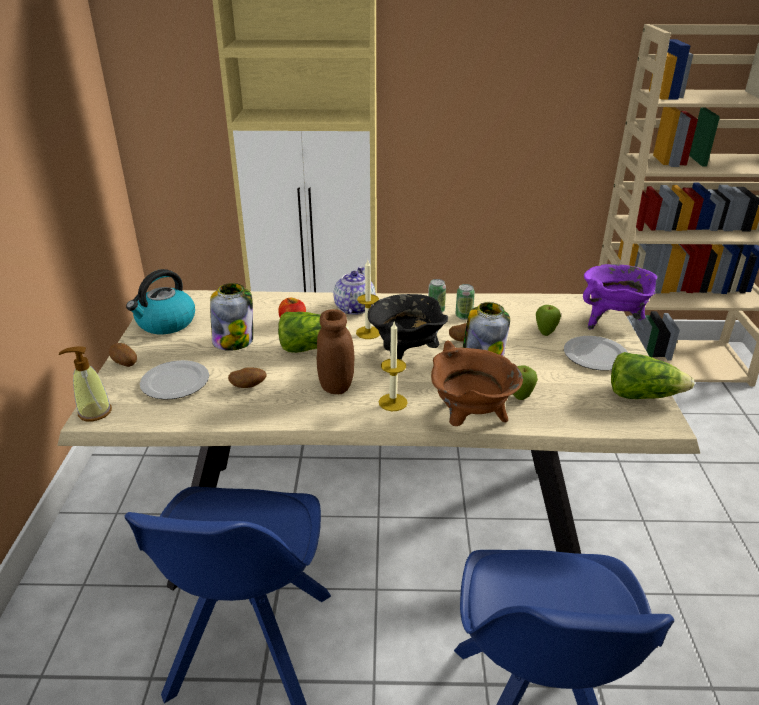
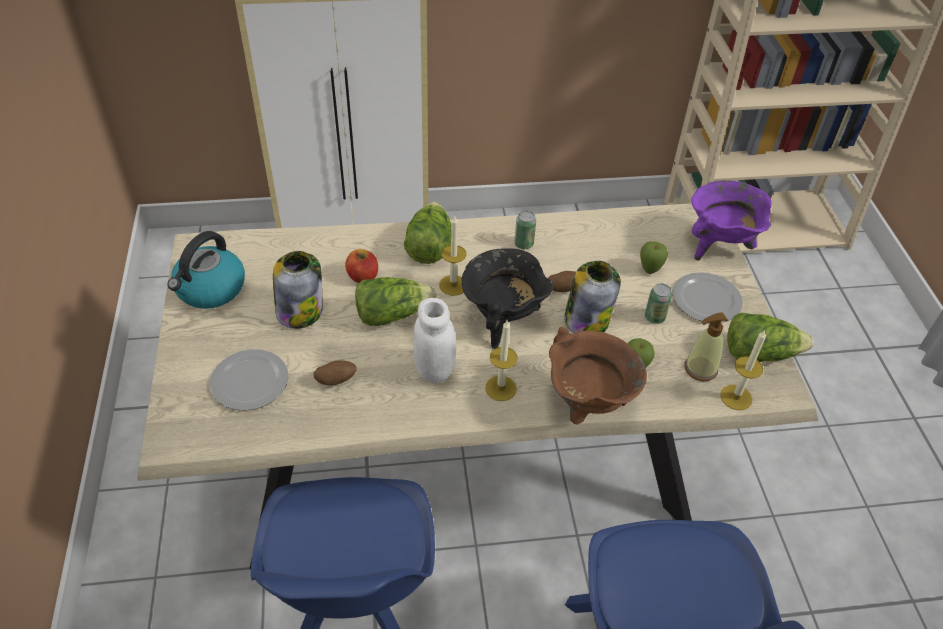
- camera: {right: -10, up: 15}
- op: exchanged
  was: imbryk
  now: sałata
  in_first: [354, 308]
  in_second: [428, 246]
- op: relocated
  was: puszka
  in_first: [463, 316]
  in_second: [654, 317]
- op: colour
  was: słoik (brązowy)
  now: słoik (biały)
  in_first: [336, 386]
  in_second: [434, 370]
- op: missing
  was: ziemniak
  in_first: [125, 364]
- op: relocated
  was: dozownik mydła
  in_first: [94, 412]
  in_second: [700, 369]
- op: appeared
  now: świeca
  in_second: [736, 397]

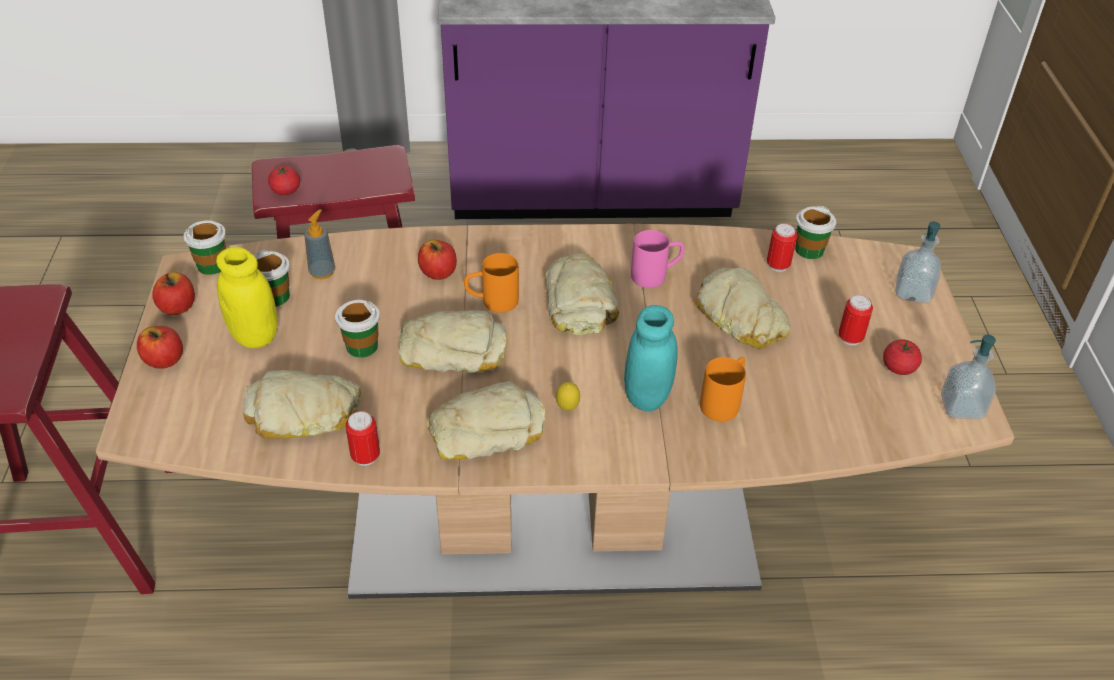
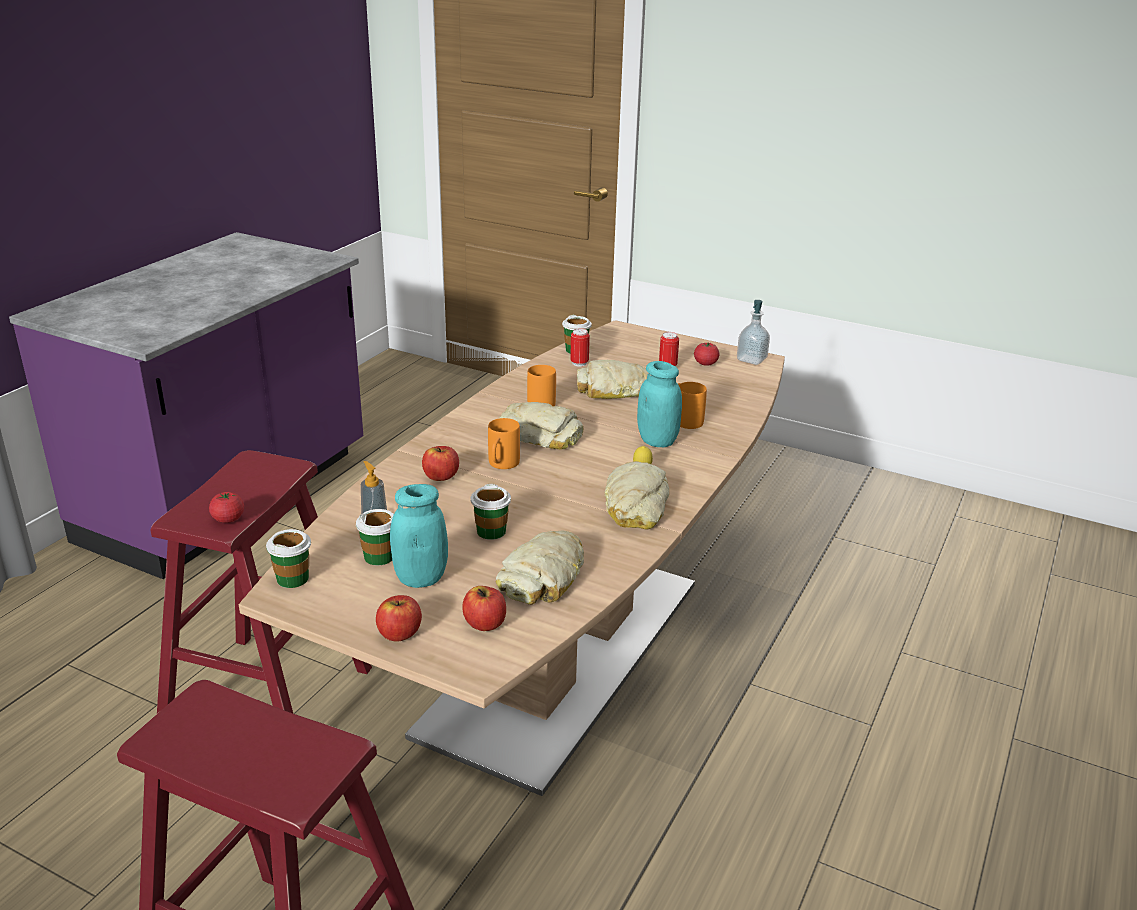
- camera: {right: -60, up: -15}
- op: missing
  was: dozownik mydła
  in_first: [912, 292]
- op: colour
  was: kubek (różowy)
  now: kubek (pomarańczowy)
  in_first: [656, 275]
  in_second: [543, 401]
- op: colour
  was: słoik (żółty)
  now: słoik (turkusowy)
  in_first: [255, 336]
  in_second: [421, 578]
- op: relocated
  was: jabłko
  in_first: [178, 307]
  in_second: [485, 624]
- op: missing
  was: chleb
  in_first: [453, 350]
- op: missing
  was: puszka
  in_first: [365, 457]

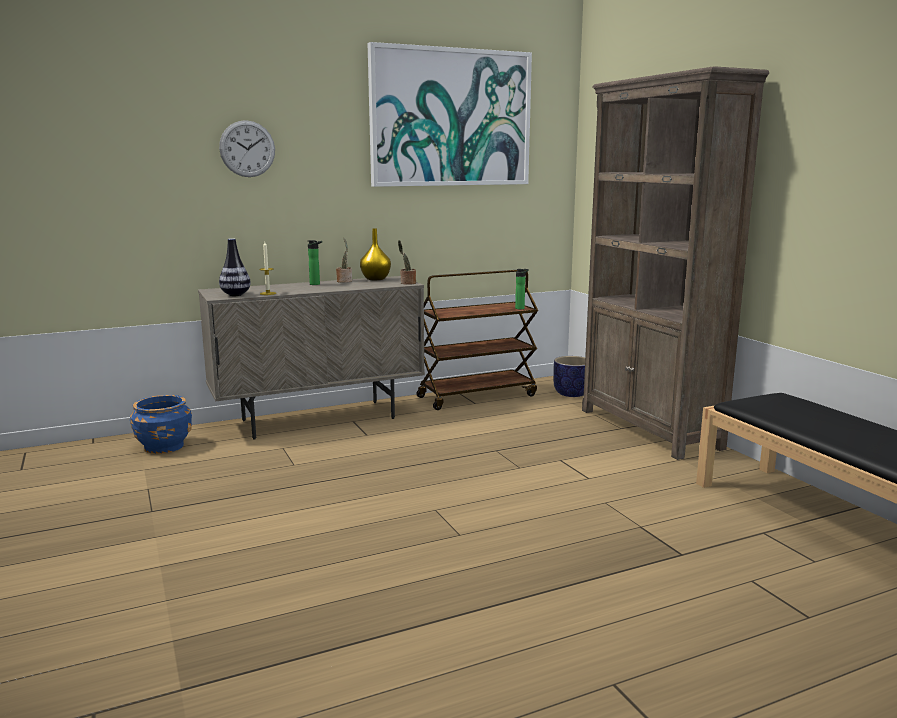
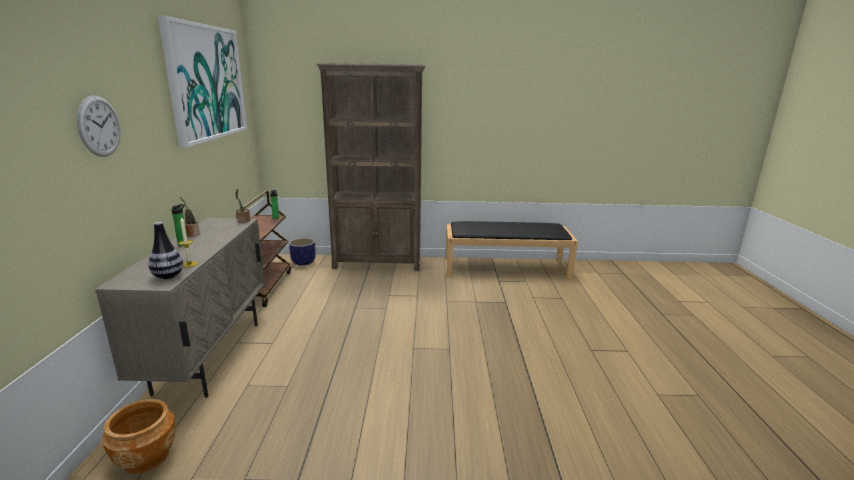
- camera: {right: -65, up: 5}
- op: missing
  was: wazon (żółty)
  in_first: [375, 279]
- op: colour
  was: donica (niebieski)
  now: donica (brązowy)
  in_first: [164, 446]
  in_second: [146, 457]

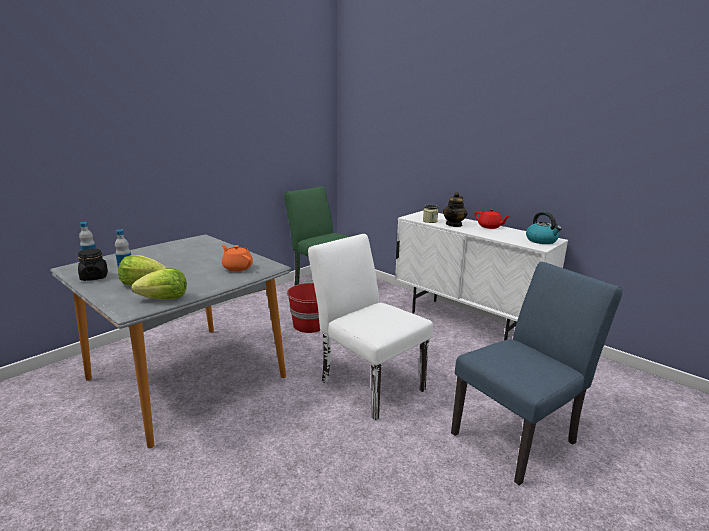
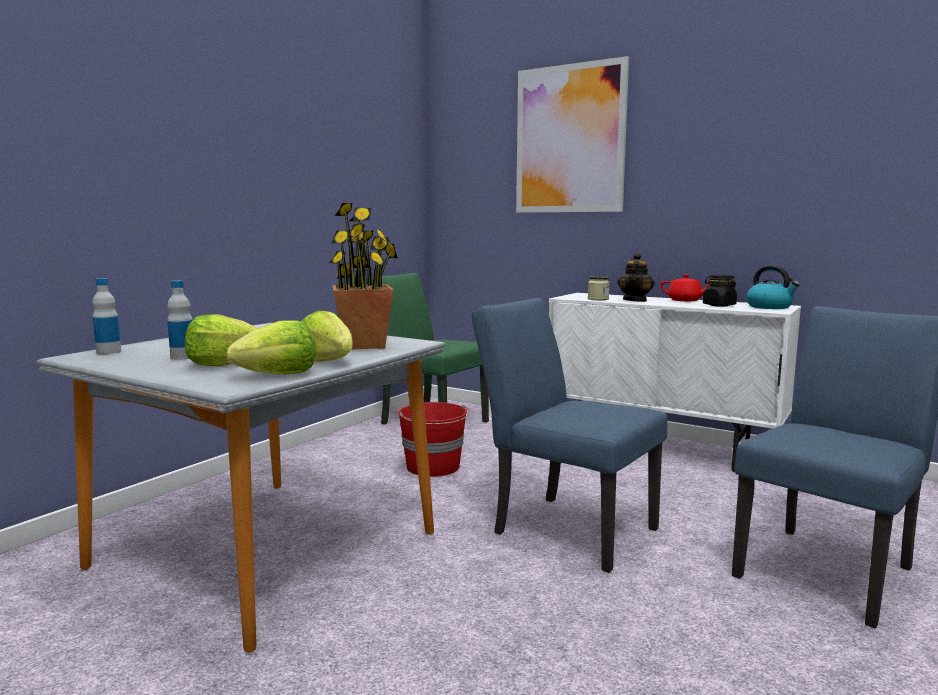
- camera: {right: -10, up: -10}
- op: colour
  was: krzesło (biały)
  now: krzesło (niebieski)
  in_first: [366, 382]
  in_second: [564, 527]
- op: exchanged
  was: imbryk (pomarańczowy)
  now: roślina doniczkowa
  in_first: [237, 267]
  in_second: [363, 345]
- op: relocated
  was: słoik (czarny)
  in_first: [94, 277]
  in_second: [718, 305]
- op: appeared
  now: obraz
  in_second: [570, 139]
- op: appeared
  now: sałata
  in_second: [328, 361]

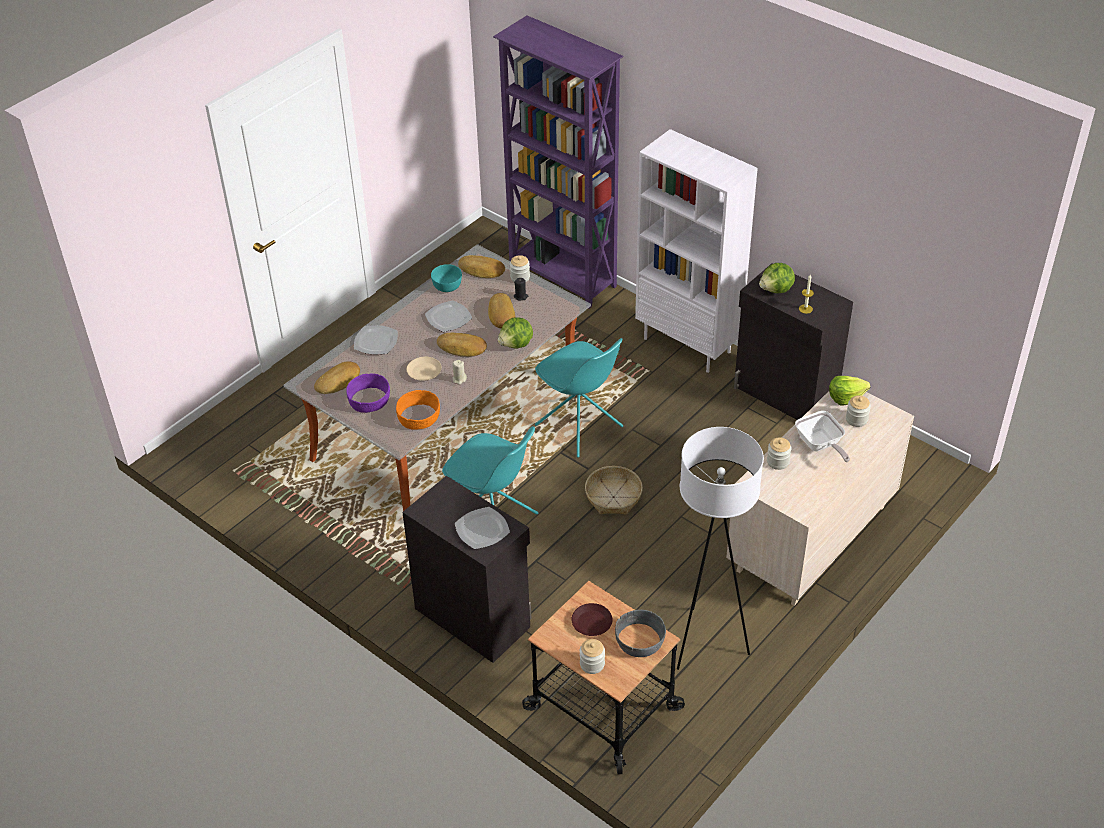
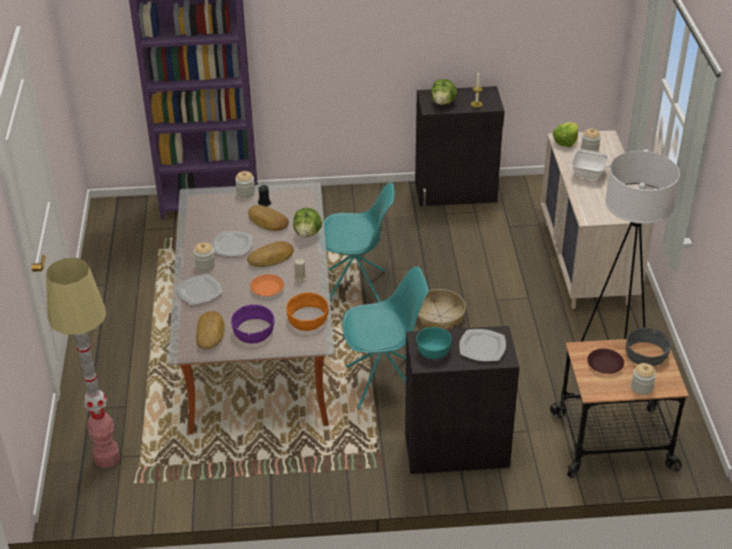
- camera: {right: -45, up: -5}
- op: missing
  was: regał (biały)
  in_first: [688, 345]
- op: missing
  was: chleb
  in_first: [481, 270]
- op: relocated
  was: miska (turkusowy)
  in_first: [446, 285]
  in_second: [433, 351]
- op: colour
  was: talerz (beżowy)
  now: talerz (pomarańczowy)
  in_first: [424, 372]
  in_second: [267, 288]
- op: relocated
  was: słoik
  in_first: [778, 462]
  in_second: [205, 264]
- op: appeared
  now: lampa stojąca
  in_second: [107, 458]

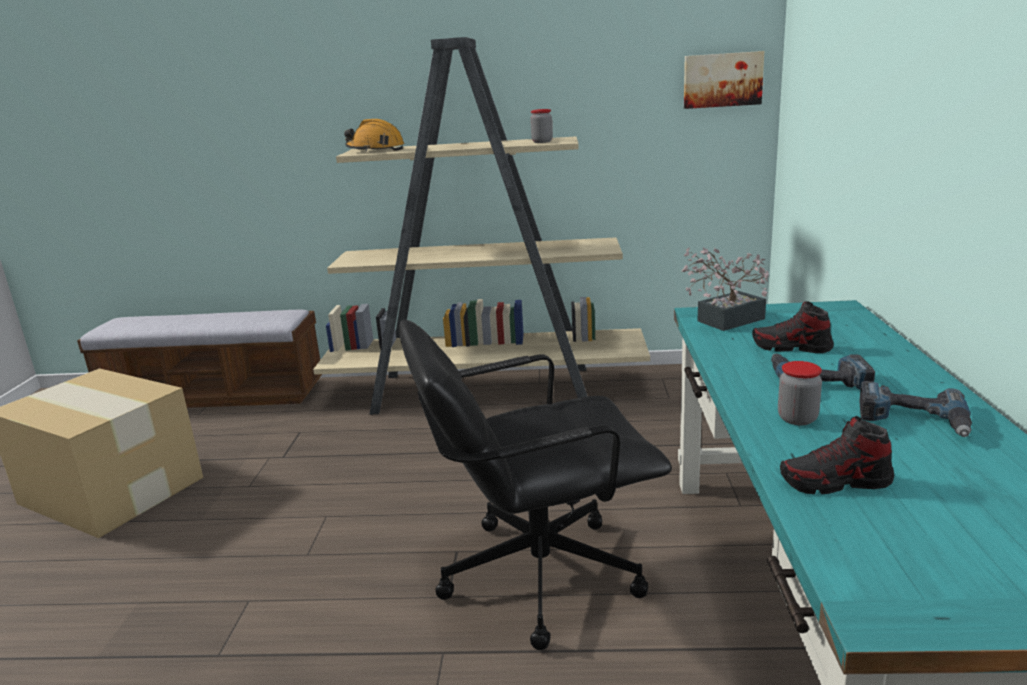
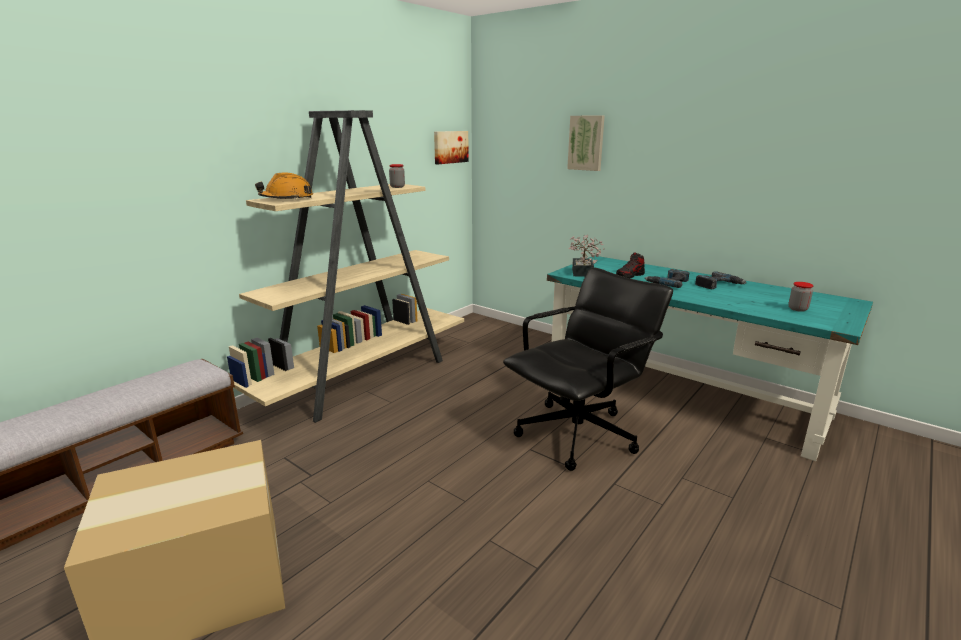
- camera: {right: -55, up: 0}
- op: spun
  was: krzesło biurowe (czarny)
  in_first: [537, 574]
  in_second: [578, 435]
  clockwise: -150
- op: relocated
  was: słoik
  in_first: [797, 419]
  in_second: [797, 309]
- op: missing
  was: but
  in_first: [835, 482]
- op: appeared
  now: obraz
  in_second: [586, 143]

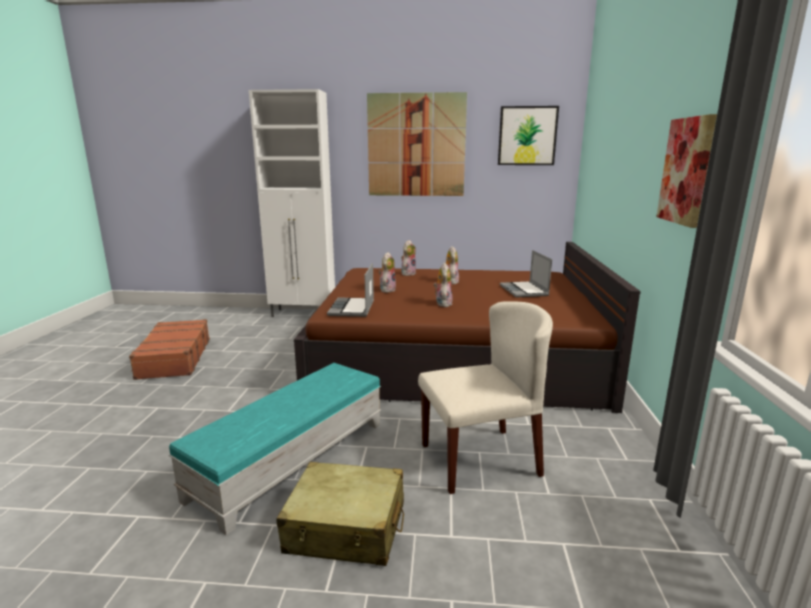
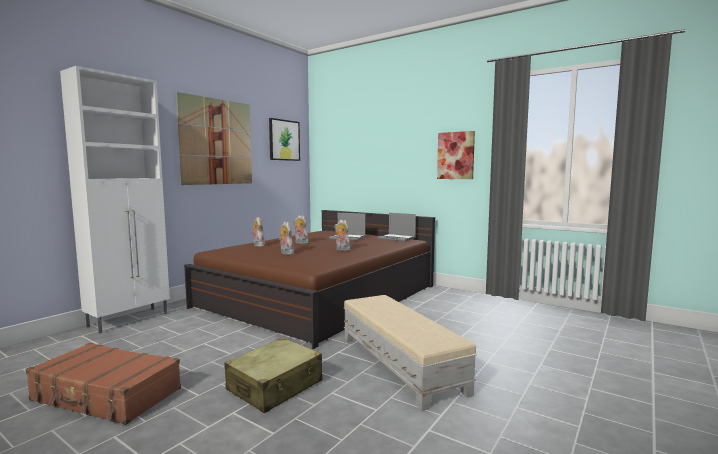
- camera: {right: -60, up: -10}
- op: relocated
  was: laptop
  in_first: [352, 309]
  in_second: [397, 238]
- op: missing
  was: krzesło (beżowy)
  in_first: [480, 459]
- op: colour
  was: pufa (turkusowy)
  now: pufa (beżowy)
  in_first: [290, 459]
  in_second: [399, 364]
- op: relocated
  was: walizka (beżowy)
  in_first: [346, 528]
  in_second: [275, 386]

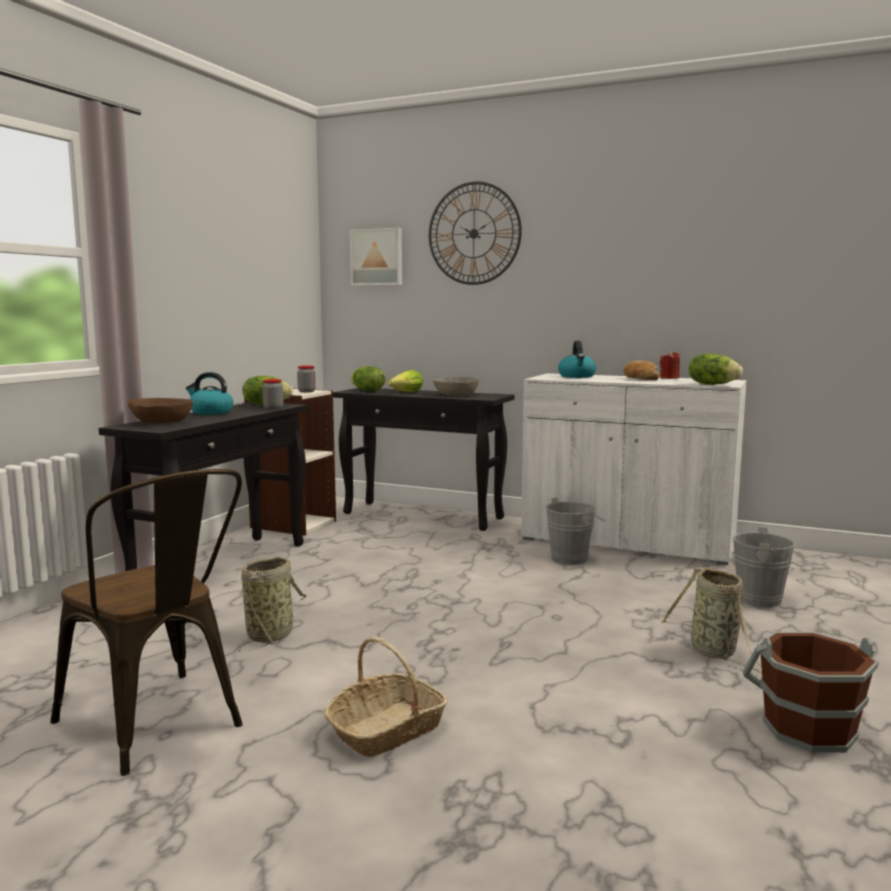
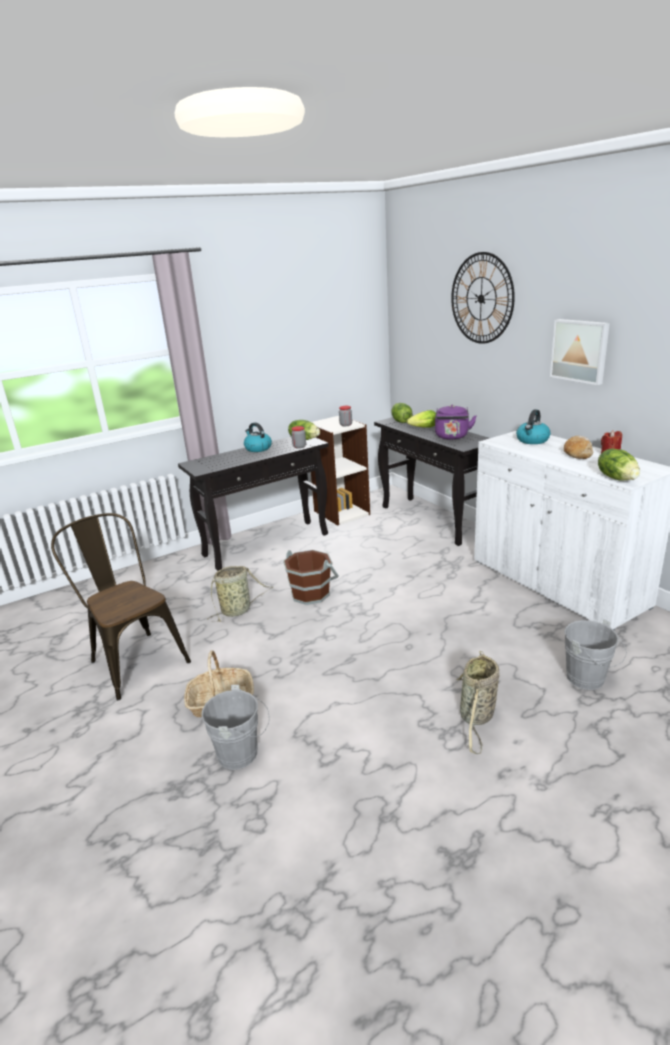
- camera: {right: 35, up: 15}
- op: relocated
  was: obraz
  in_first: [377, 257]
  in_second: [580, 350]
- op: exchanged
  was: miska (szary)
  now: czajnik (fioletowy)
  in_first: [456, 395]
  in_second: [452, 437]
- op: missing
  was: miska (brązowy)
  in_first: [162, 421]
- op: spun
  was: krzesło (brązowy)
  in_first: [158, 727]
  in_second: [134, 659]
  clockwise: 150
- op: relocated
  was: wiadro (szary)
  in_first: [572, 558]
  in_second: [242, 754]
- op: relocated
  was: wiadro (brązowy)
  in_first: [808, 728]
  in_second: [310, 593]

